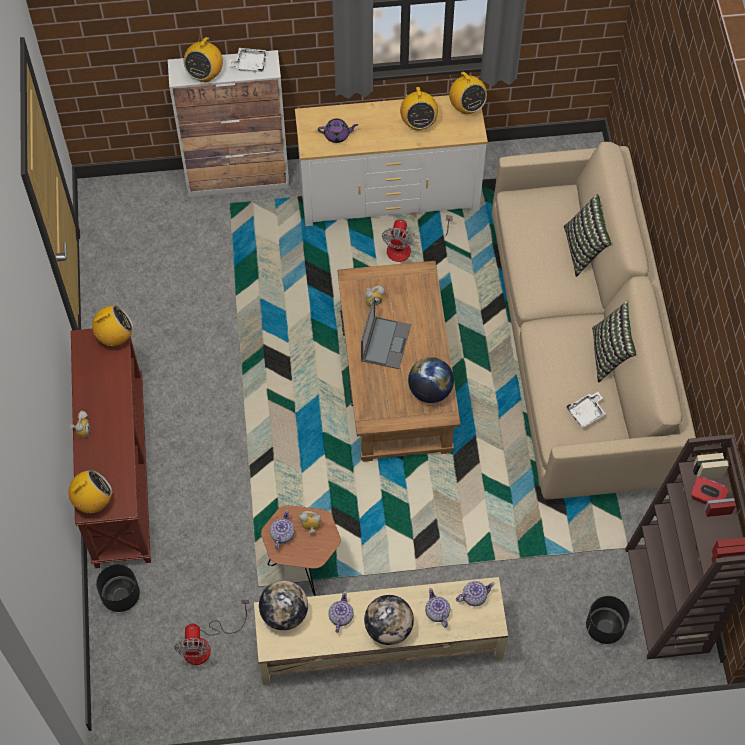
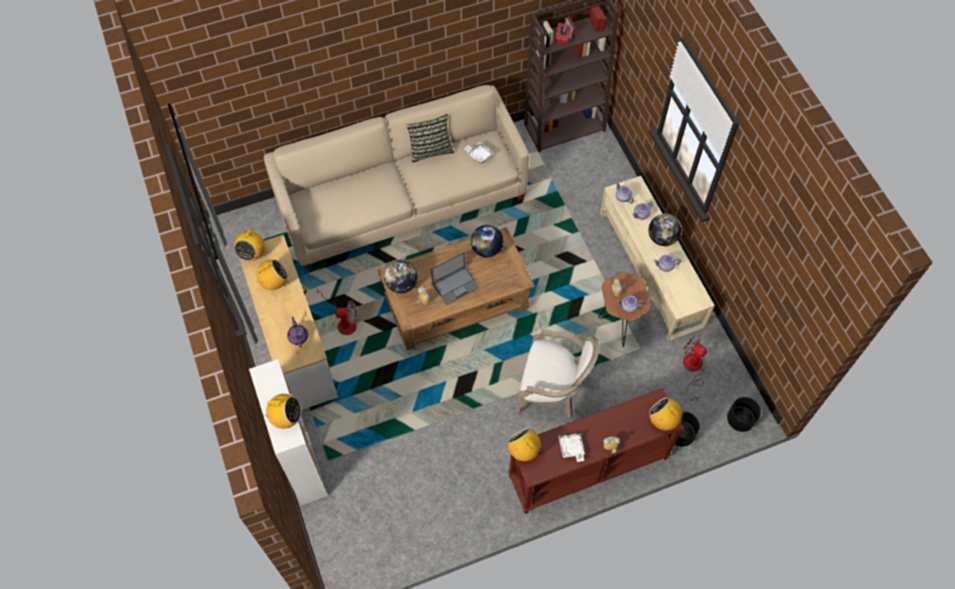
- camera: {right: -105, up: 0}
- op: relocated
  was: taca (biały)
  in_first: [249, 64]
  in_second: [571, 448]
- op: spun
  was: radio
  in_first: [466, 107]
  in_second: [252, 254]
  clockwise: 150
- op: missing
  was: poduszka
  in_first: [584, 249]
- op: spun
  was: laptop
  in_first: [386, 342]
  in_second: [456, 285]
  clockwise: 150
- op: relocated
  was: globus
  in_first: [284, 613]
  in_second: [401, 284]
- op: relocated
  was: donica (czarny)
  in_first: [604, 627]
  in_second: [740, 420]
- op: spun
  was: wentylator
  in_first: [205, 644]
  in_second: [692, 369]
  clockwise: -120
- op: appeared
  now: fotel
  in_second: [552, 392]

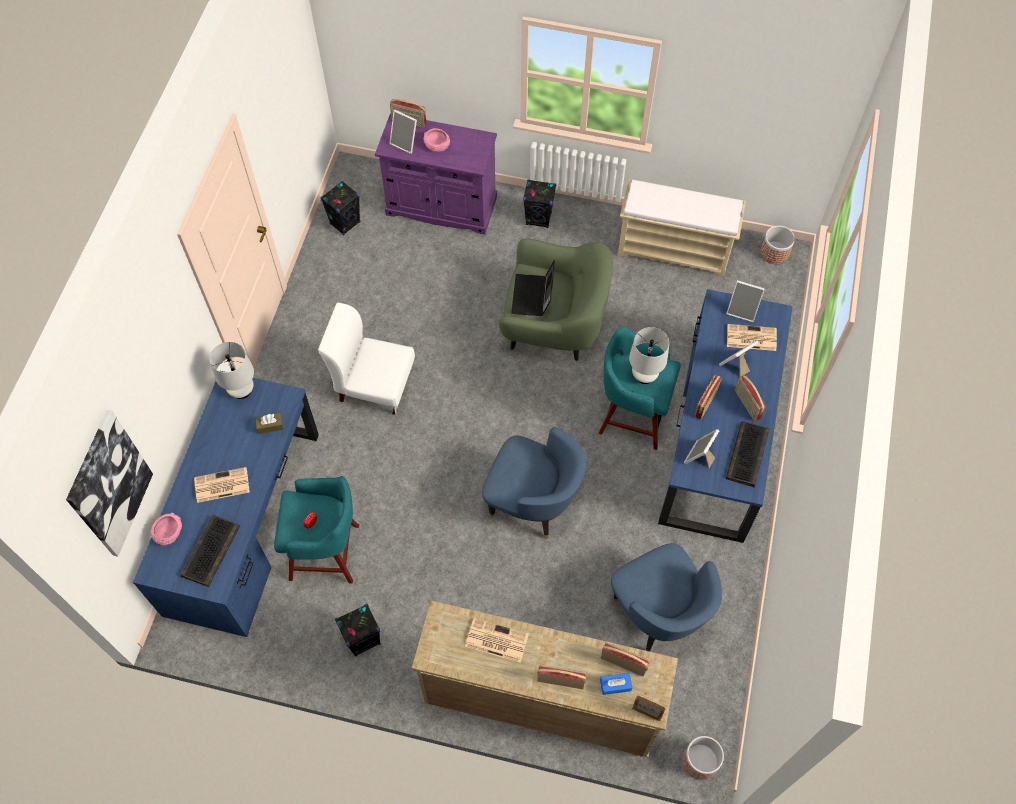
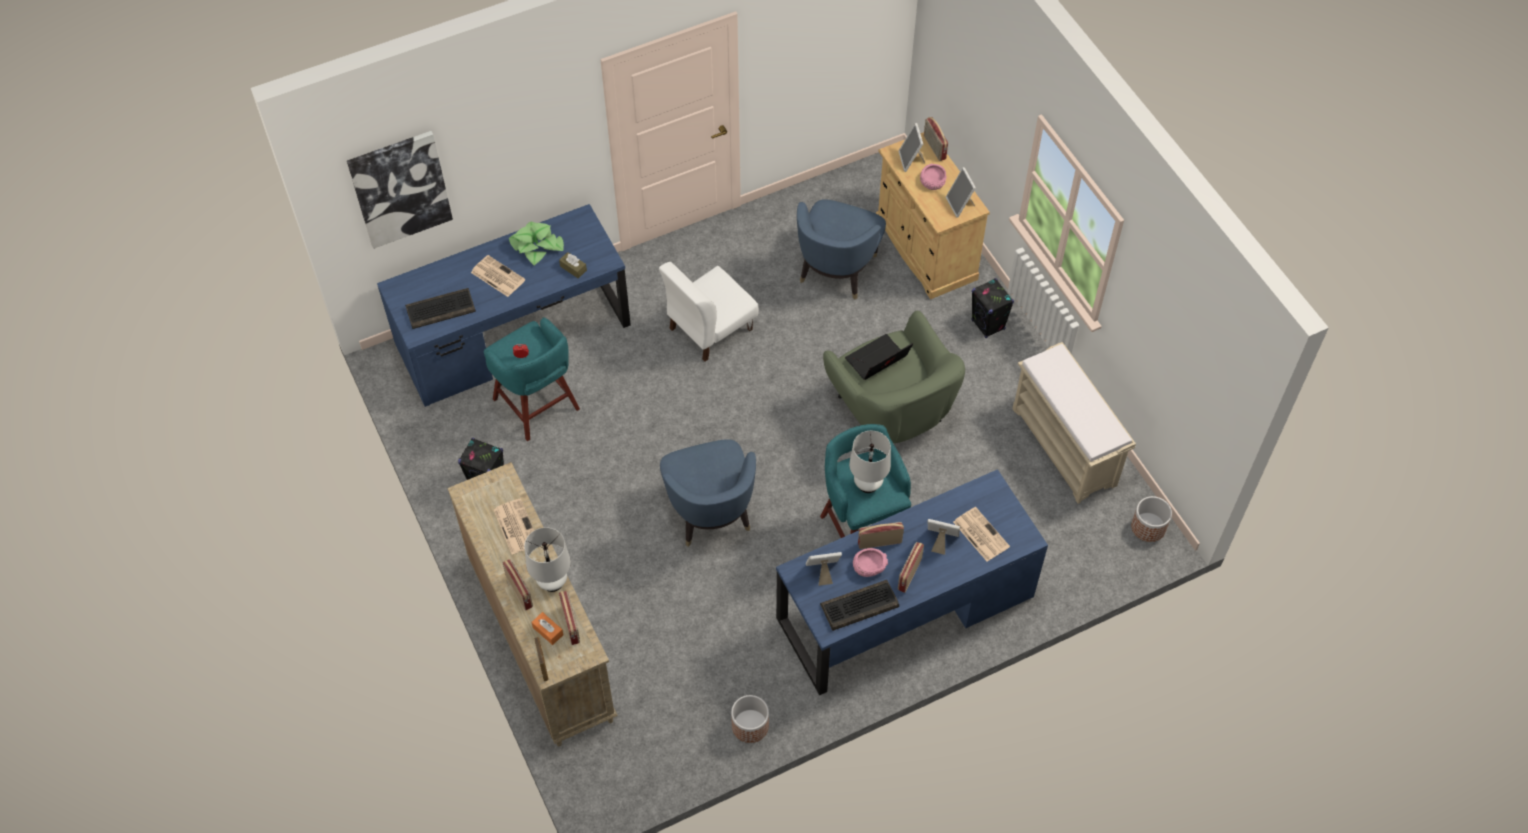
- camera: {right: 50, up: -5}
- op: colour
  was: szafka (fioletowy)
  now: szafka (beżowy)
  in_first: [441, 206]
  in_second: [925, 249]
- op: missing
  was: głośnik (czarny)
  in_first: [345, 223]
- op: relocated
  was: ramka na zdjęcie
  in_first: [742, 310]
  in_second: [960, 205]
- op: spun
  was: krzesło (biały)
  in_first: [374, 385]
  in_second: [710, 328]
  clockwise: -105
- op: relocated
  was: lampa stołowa (biały)
  in_first: [241, 390]
  in_second: [552, 582]
- op: relocated
  was: miska (różowy)
  in_first: [168, 532]
  in_second: [869, 566]
- op: relocated
  was: fotel (niebieski)
  in_first: [658, 613]
  in_second: [837, 270]
- op: colour
  was: pudełko chusteczek (niebieski)
  now: pudełko chusteczek (pomarańczowy)
  in_first: [615, 685]
  in_second: [548, 631]
- op: relocated
  was: donica
  in_first: [700, 761]
  in_second: [750, 725]
- op: appeared
  now: roślina doniczkowa
  in_second: [537, 246]

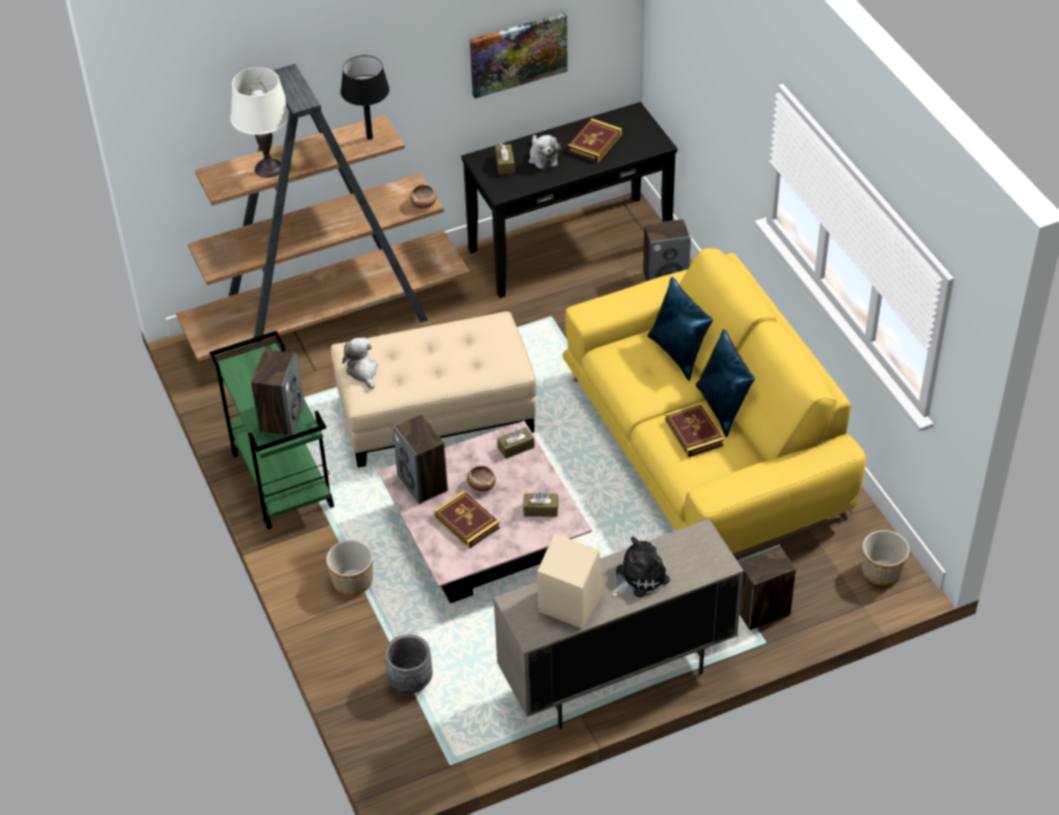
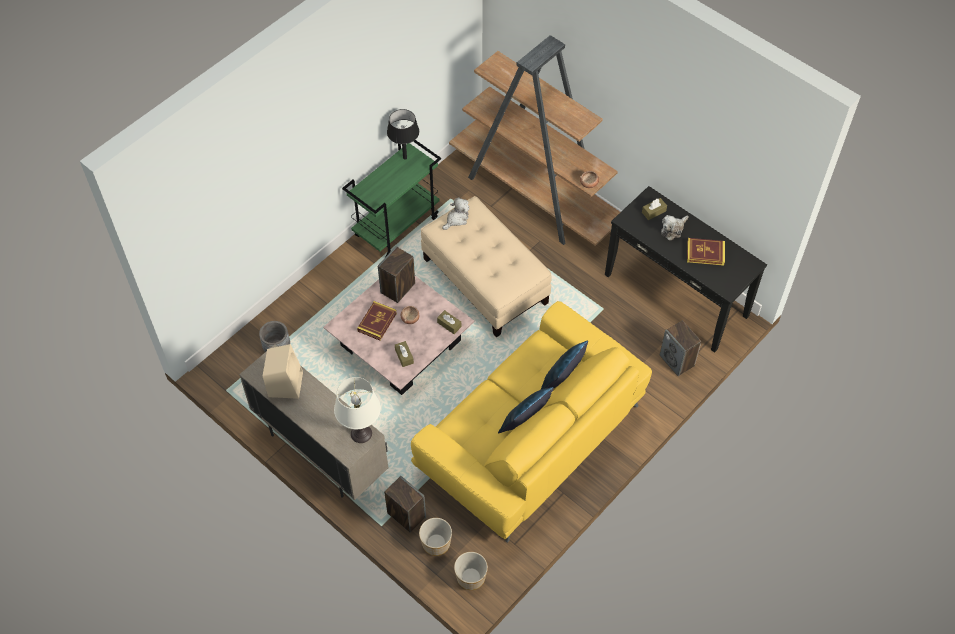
- camera: {right: 65, up: 10}
- op: missing
  was: obraz
  in_first: [518, 54]
- op: relocated
  was: lampa stołowa (czarny)
  in_first: [369, 137]
  in_second: [405, 157]
- op: relocated
  was: lampa stołowa (biały)
  in_first: [269, 168]
  in_second: [361, 433]
- op: missing
  was: głośnik
  in_first: [282, 418]
- op: missing
  was: książka
  in_first: [693, 433]
- op: missing
  was: pluszak
  in_first: [639, 577]
- op: relocated
  was: donica
  in_first: [353, 581]
  in_second: [436, 543]

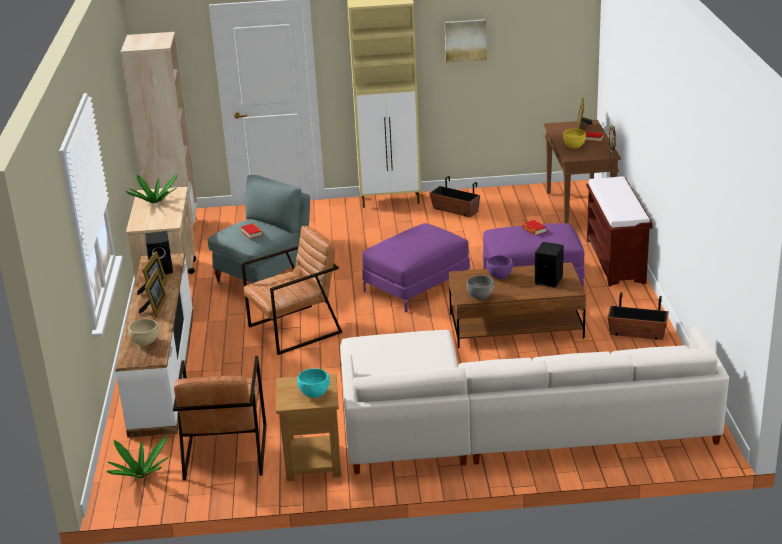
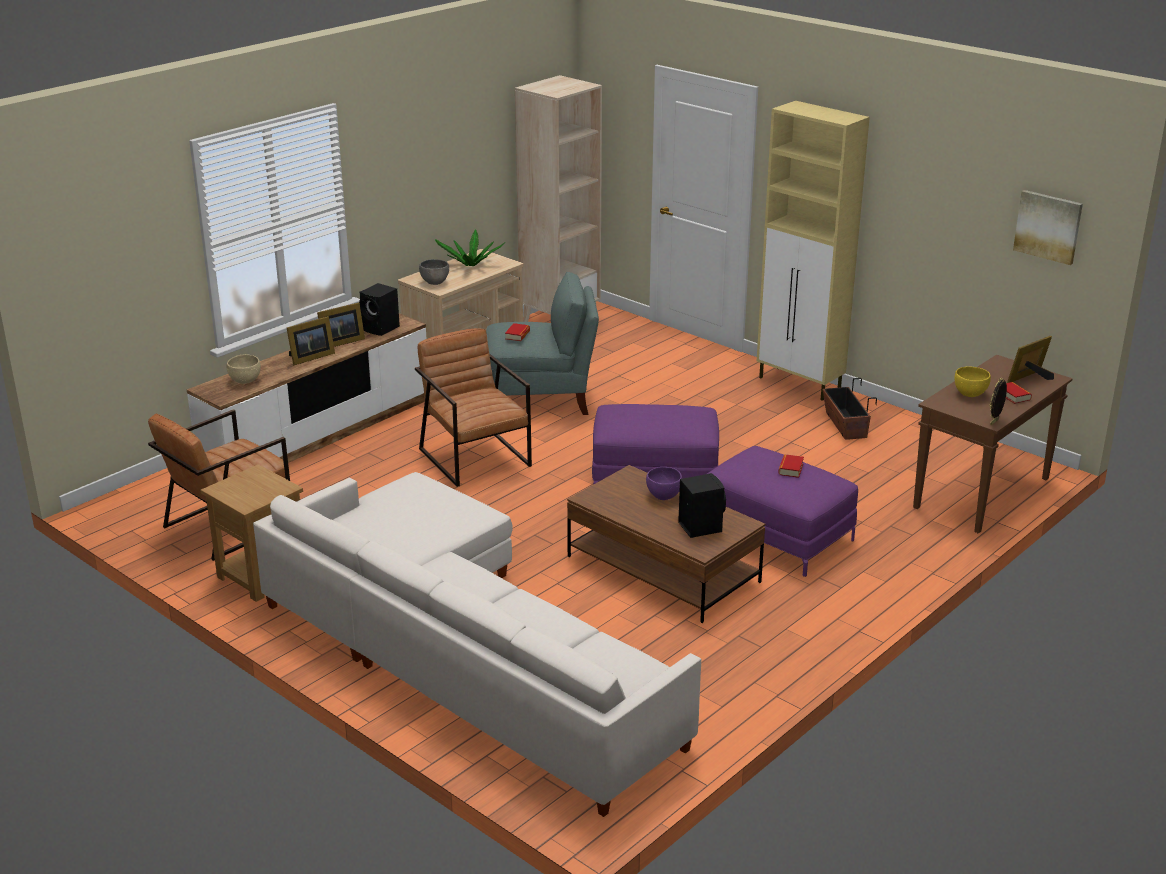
- camera: {right: 45, up: 0}
- op: relocated
  was: obraz
  in_first: [465, 40]
  in_second: [1048, 226]
- op: missing
  was: ławka (brązowy)
  in_first: [616, 261]
- op: spun
  was: fotel (brązowy)
  in_first: [295, 329]
  in_second: [475, 457]
  clockwise: -135
- op: relocated
  was: miska (szary)
  in_first: [480, 296]
  in_second: [435, 282]
- op: missing
  was: donica
  in_first: [637, 333]
- op: missing
  was: miska (turkusowy)
  in_first: [315, 394]
- op: missing
  was: roślina doniczkowa
  in_first: [140, 474]

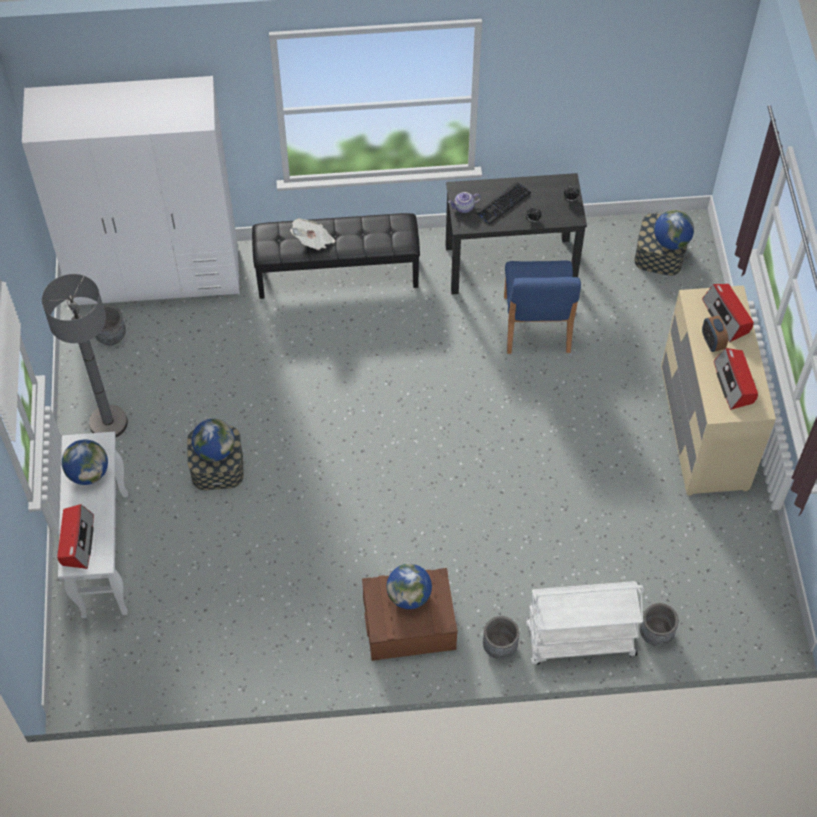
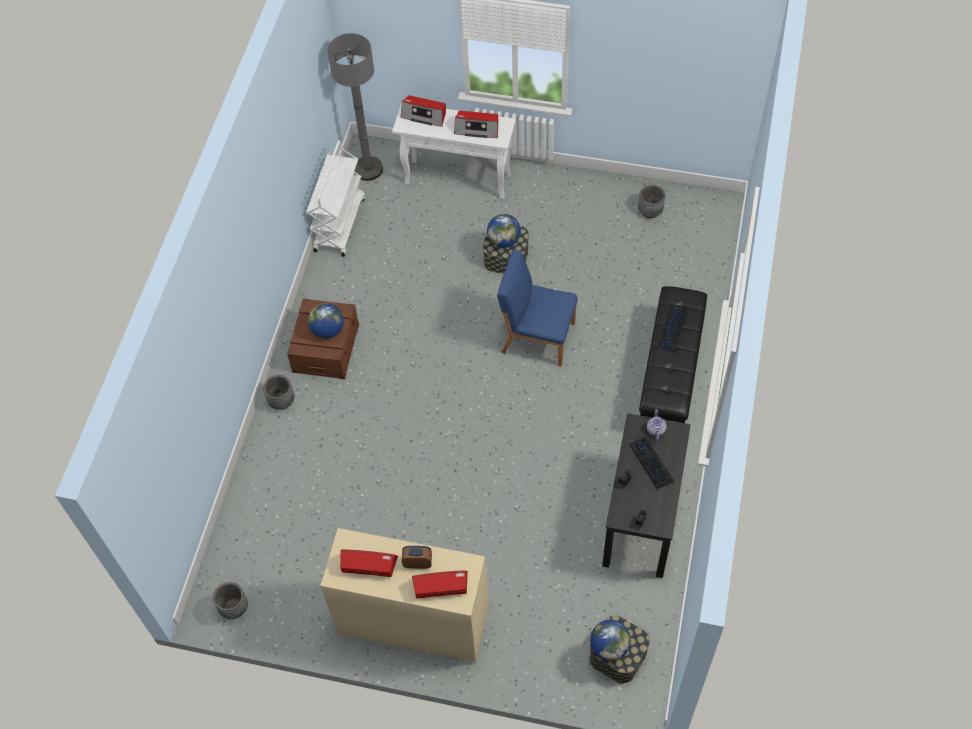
- camera: {right: 110, up: 0}
- op: missing
  was: szafa (biały)
  in_first: [156, 275]
- op: exchanged
  was: gazeta
  now: klawiatura
  in_first: [313, 241]
  in_second: [672, 329]
- op: relocated
  was: krzesło (niebieski)
  in_first: [536, 325]
  in_second: [537, 336]
- op: relocated
  was: lampa stojąca (szary)
  in_first: [108, 423]
  in_second: [368, 169]
- op: exchanged
  was: globus
  now: radio
  in_first: [88, 473]
  in_second: [477, 128]
- op: relocated
  was: wózek (biały)
  in_first: [579, 641]
  in_second: [339, 223]
- op: relocated
  was: donica (szary)
  in_first: [656, 634]
  in_second: [234, 608]

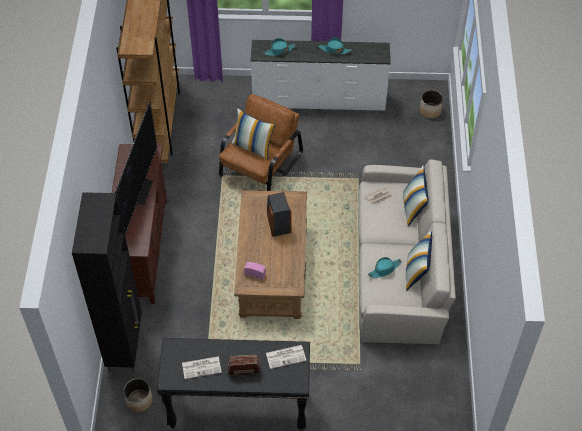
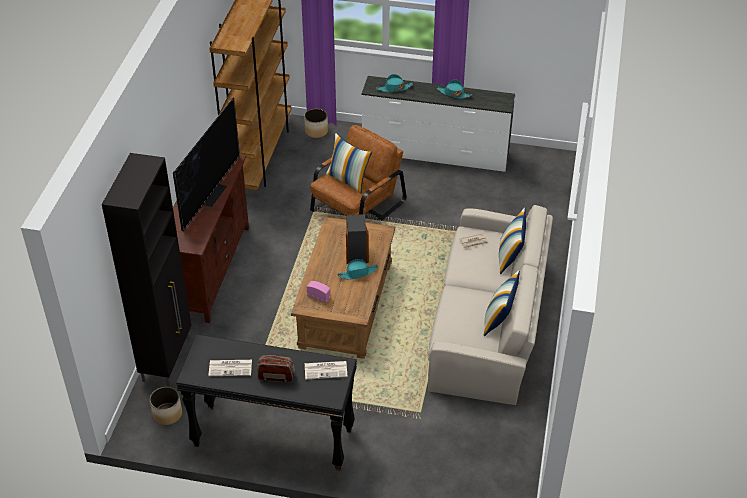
- camera: {right: 10, up: -10}
- op: relocated
  was: donica
  in_first: [430, 110]
  in_second: [316, 131]
- op: relocated
  was: kapelusz (turkusowy)
  in_first: [384, 269]
  in_second: [358, 273]

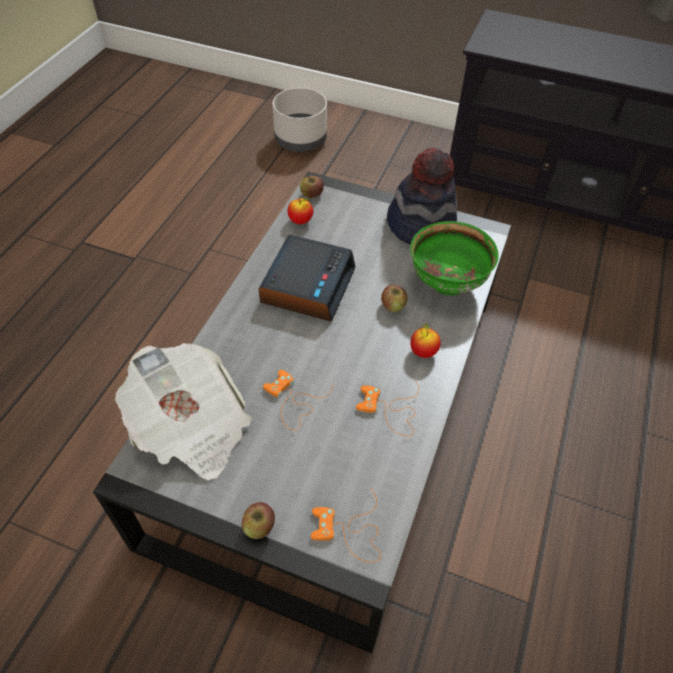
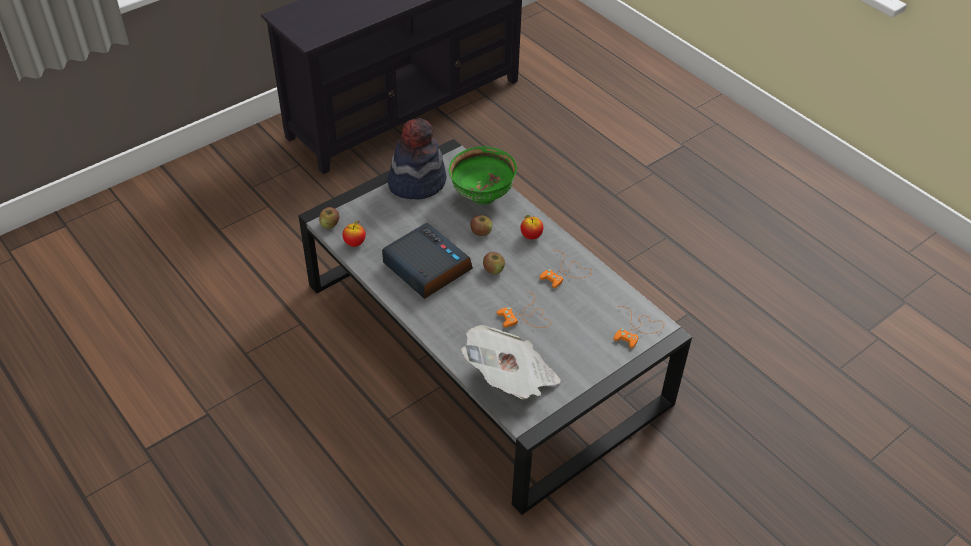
- camera: {right: -60, up: -5}
- op: missing
  was: donica (szary)
  in_first: [301, 140]
- op: relocated
  was: jabłko
  in_first: [259, 526]
  in_second: [493, 269]

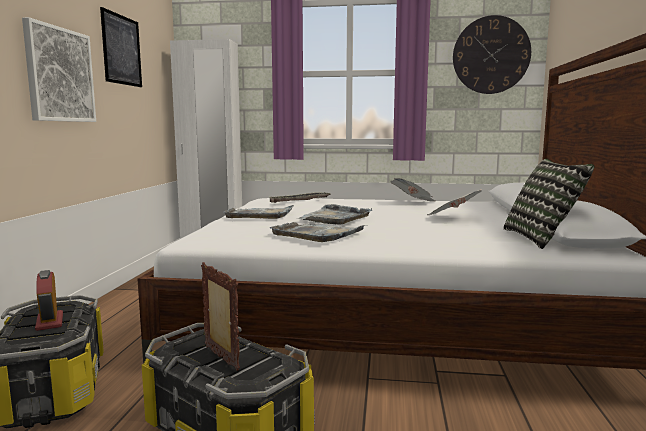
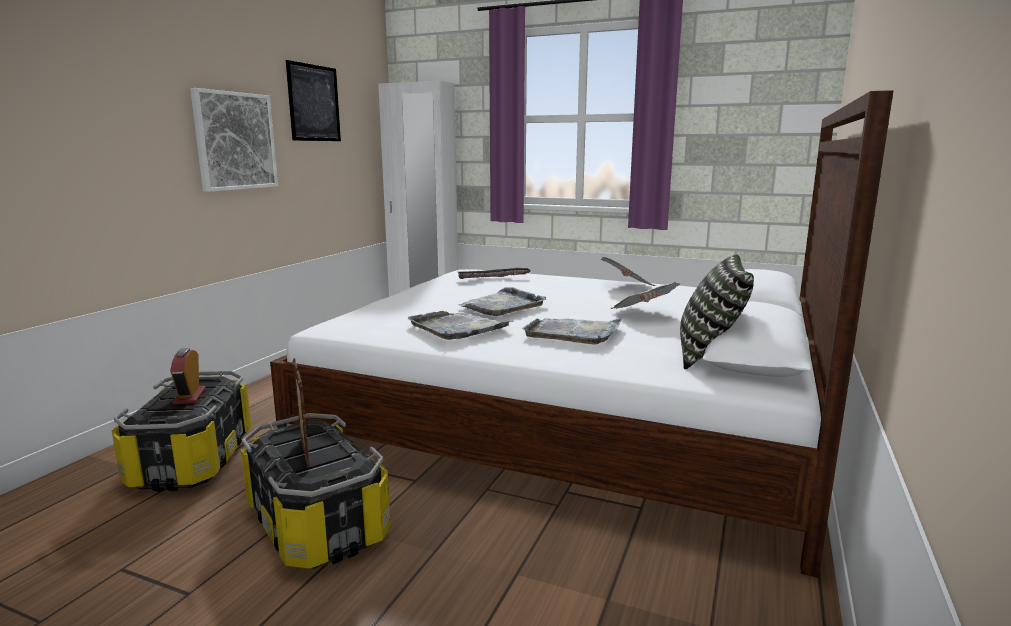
- camera: {right: 15, up: 5}
- op: missing
  was: zegar ścienny
  in_first: [491, 55]
- op: relocated
  was: taca (szary)
  in_first: [260, 214]
  in_second: [573, 332]

